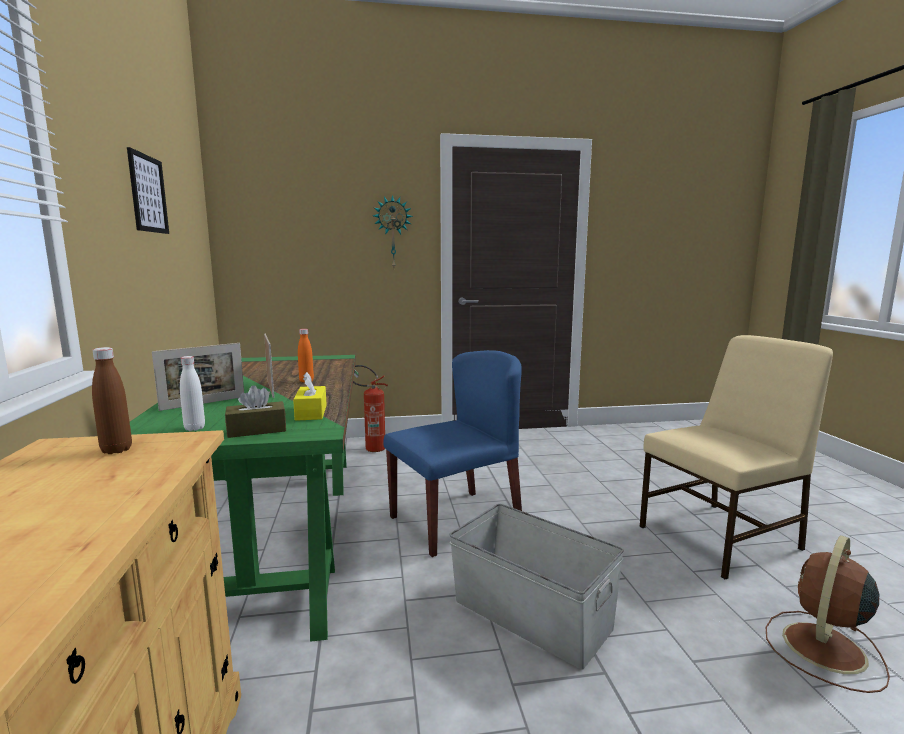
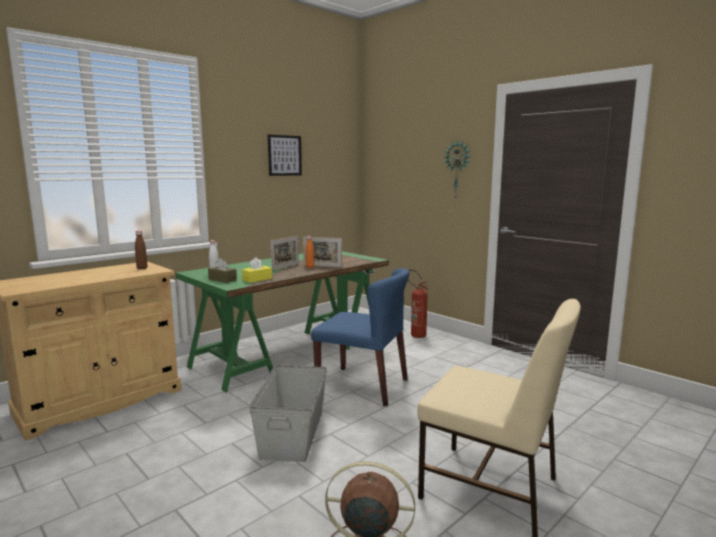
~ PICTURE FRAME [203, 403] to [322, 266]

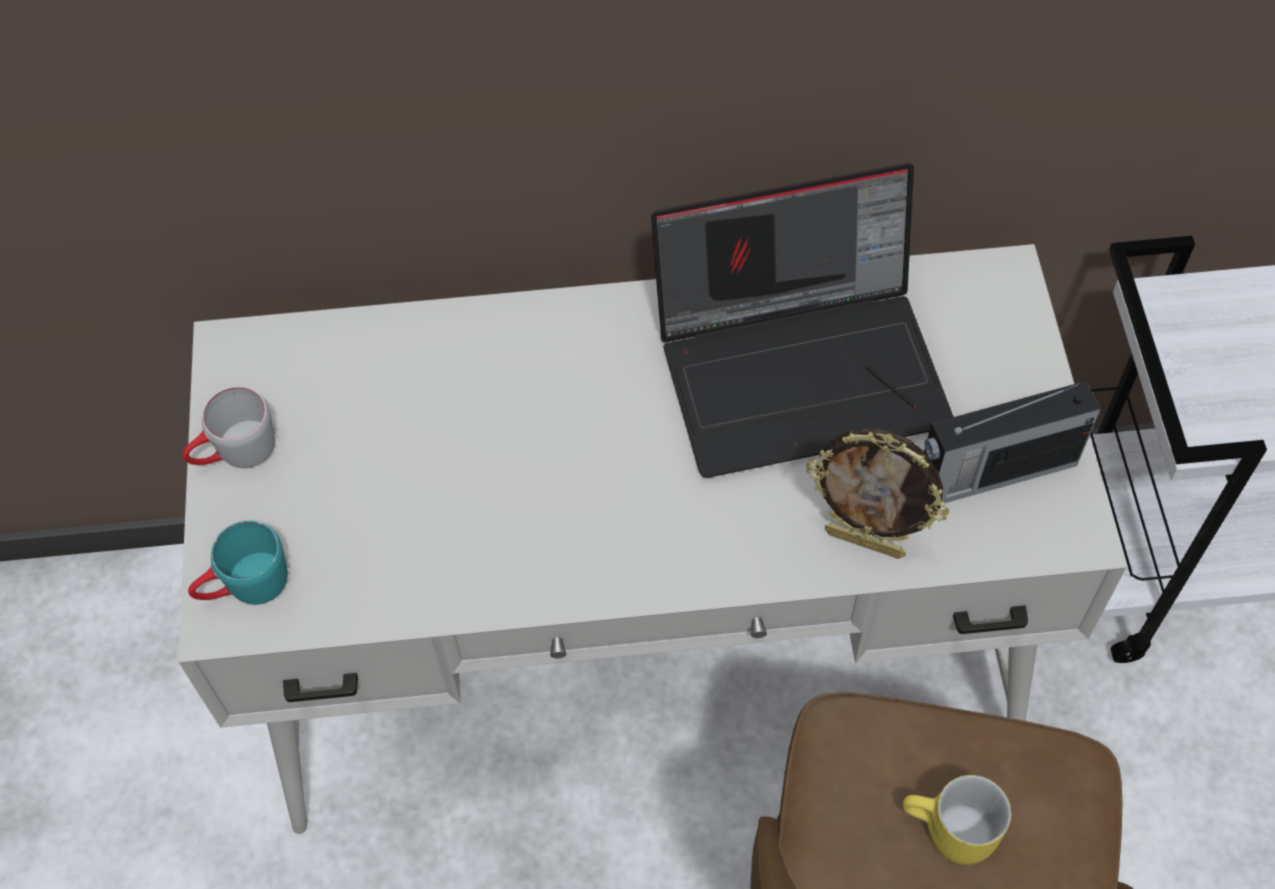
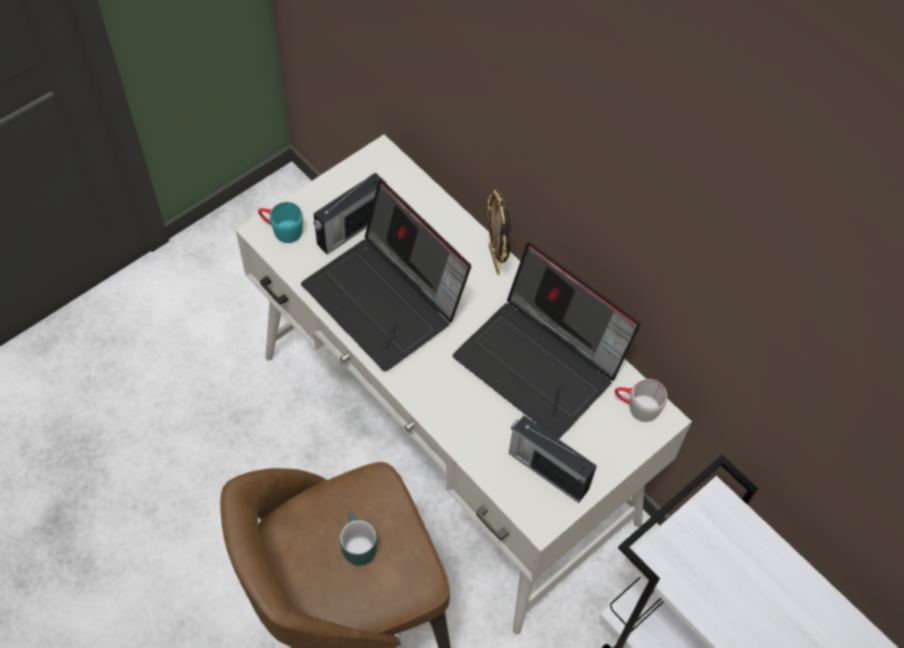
~ GREY COFFEE MUG [235, 453] to [636, 407]
~ PICTURE FRAME [865, 542] to [495, 259]
~ YELLOW COFFEE MUG [949, 835] to TURQUOISE-COLOURED COFFEE MUG [355, 546]
+ LAPTOP [386, 300]
+ RADIO [350, 229]

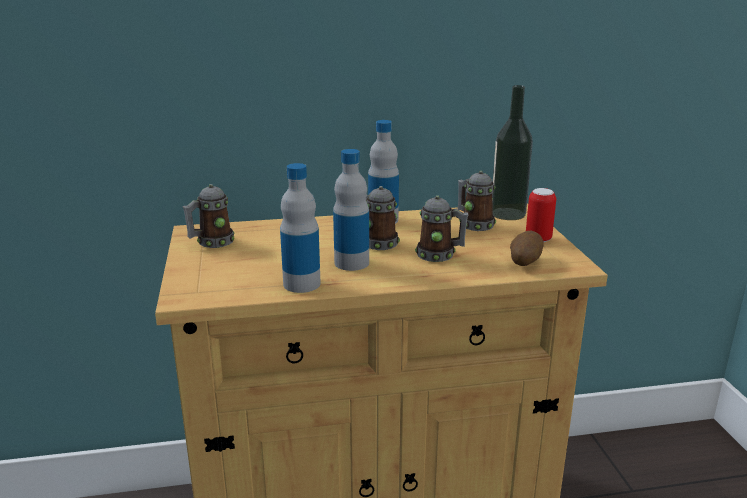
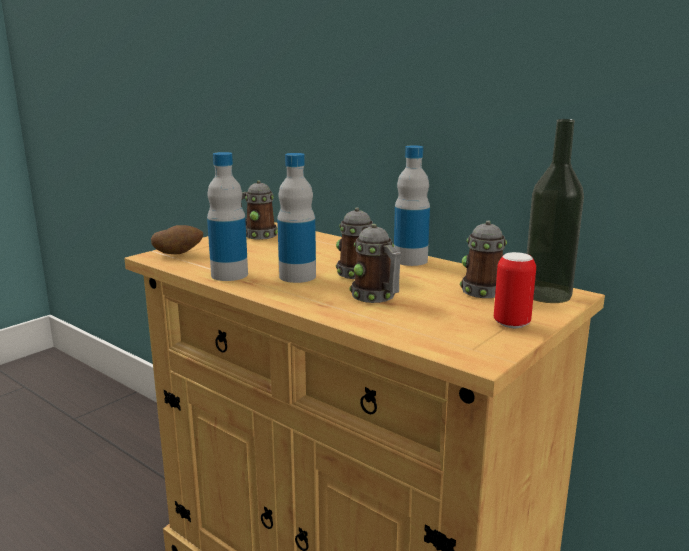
~ POTATO [524, 262] to [178, 254]

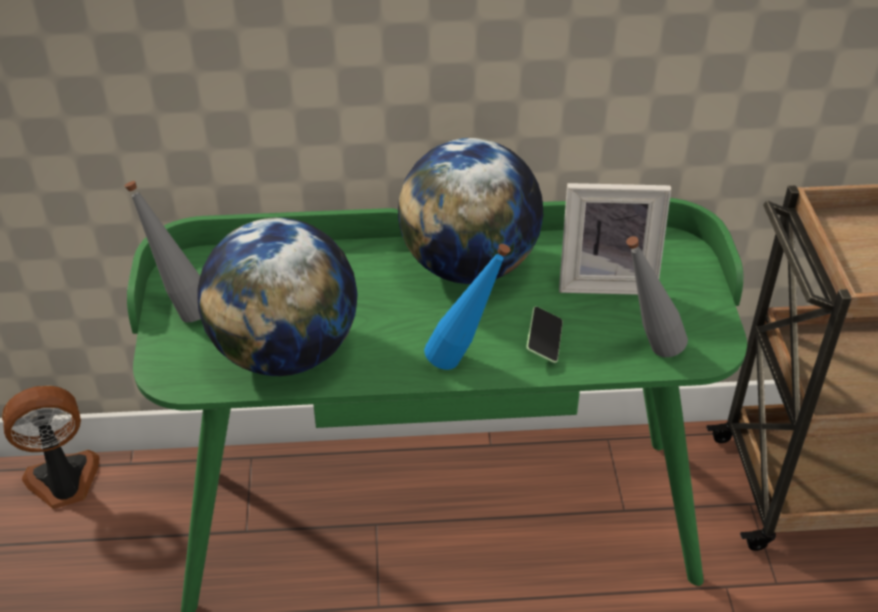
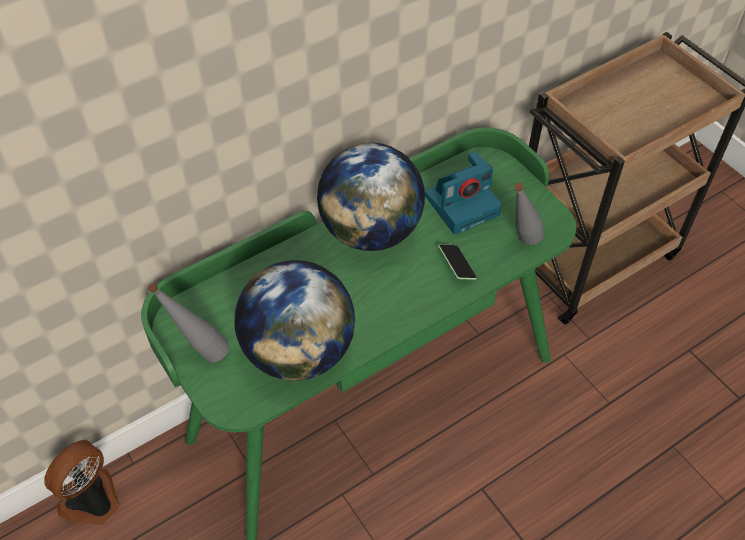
- BLUISH BEVERAGE BOTTLE [464, 361]
~ PICTURE FRAME [606, 280] to STILL CAMERA [462, 204]

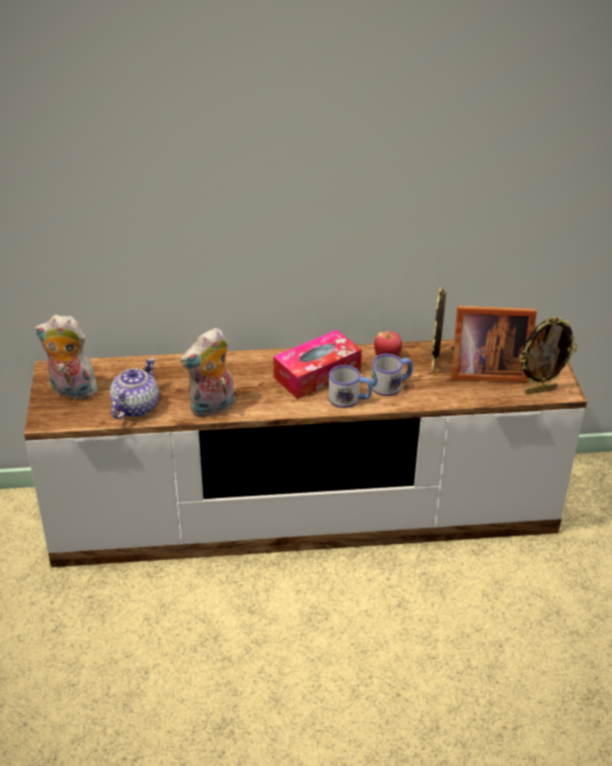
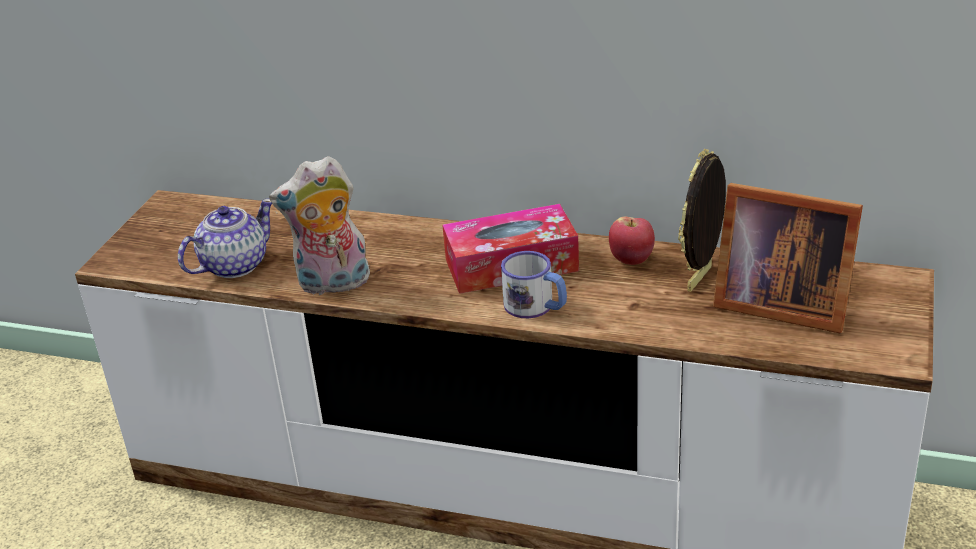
- SOFT TOY [71, 391]
- COFFEE MUG [391, 385]
- PICTURE FRAME [540, 390]

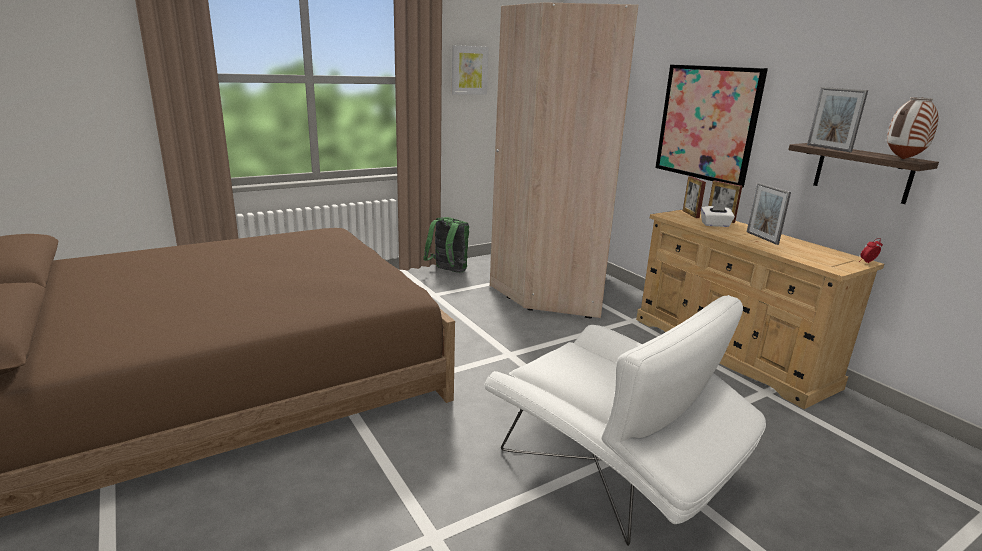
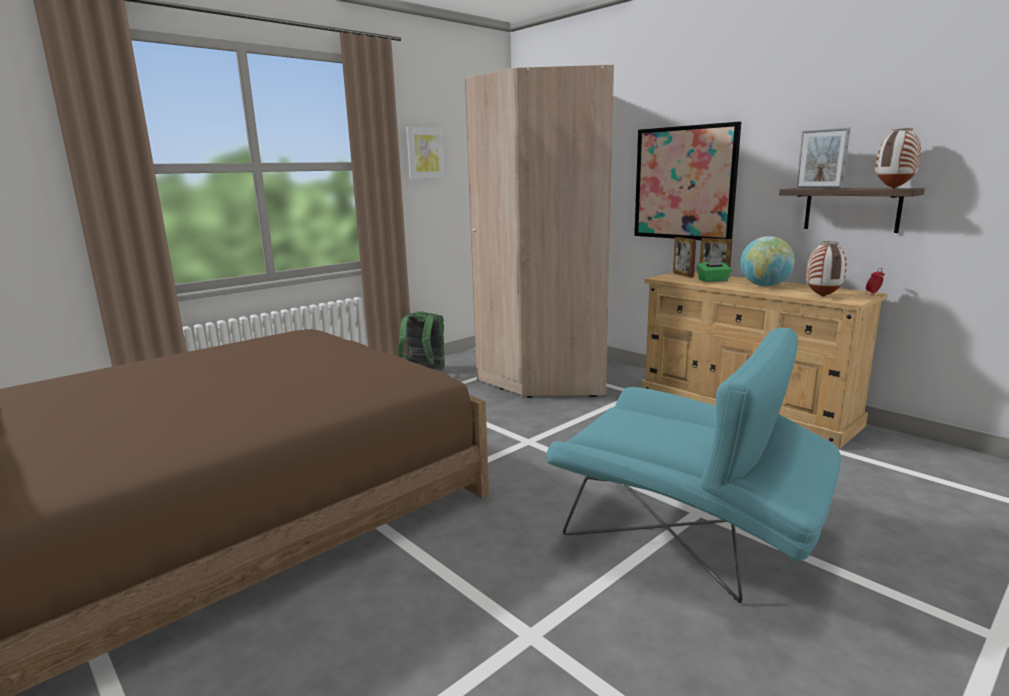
~ WHITISH EASY CHAIR [614, 470] to TURQUOISE-COLOURED EASY CHAIR [690, 534]
~ WHITISH BOX OF TISSUES [715, 225] to GREEN BOX OF TISSUES [713, 280]
~ PICTURE FRAME [762, 238] to DESK GLOBE [764, 286]
+ VASE [822, 296]

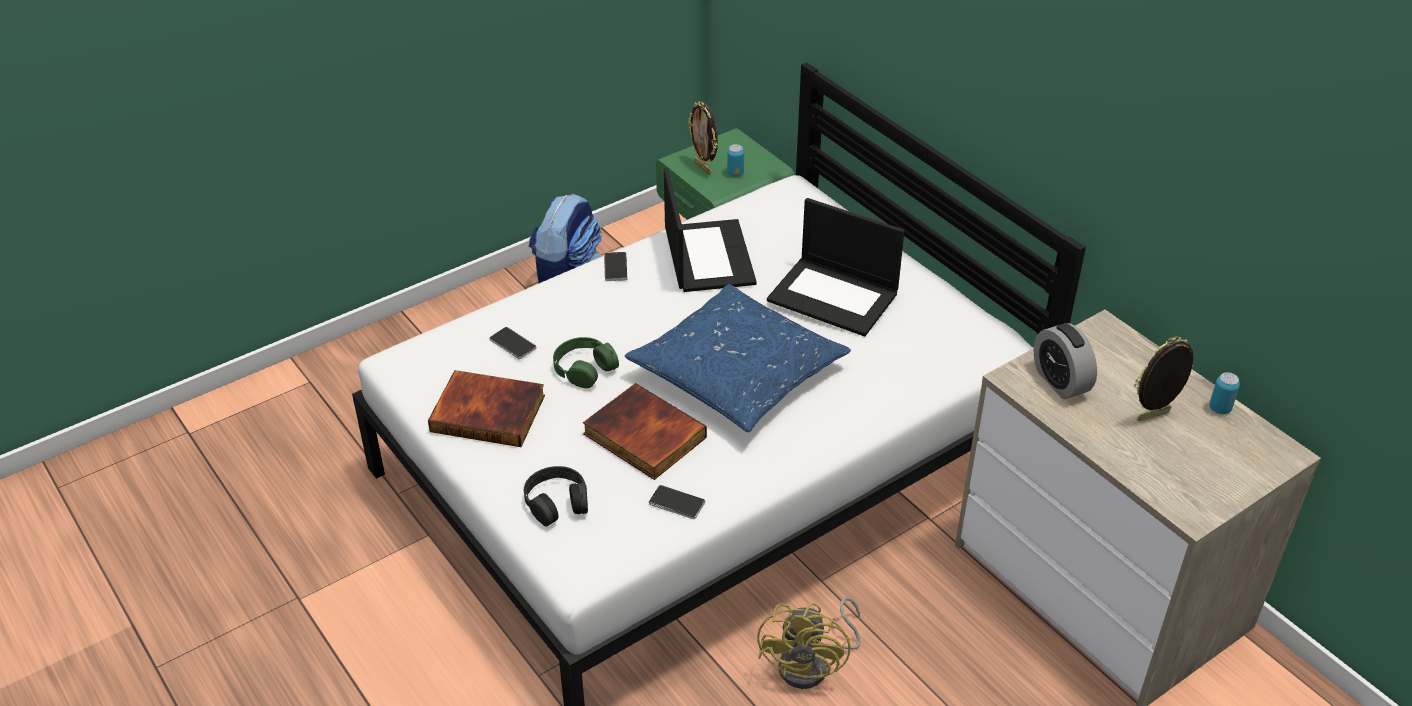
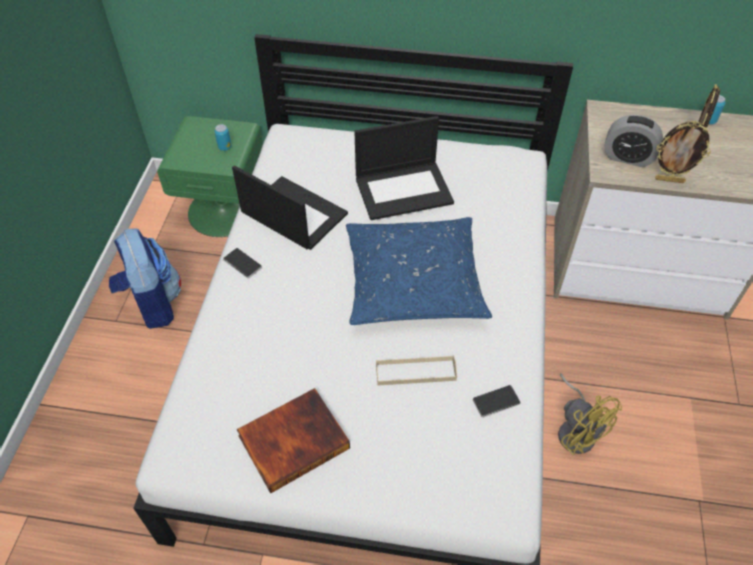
- HANDSET [513, 344]
- BLACK HEADSET [557, 502]
- GREEN HEADSET [584, 368]
~ BOUND BOOK [642, 436] to BEIGE SERVING TRAY [415, 372]
~ PICTURE FRAME [704, 167] to [669, 180]

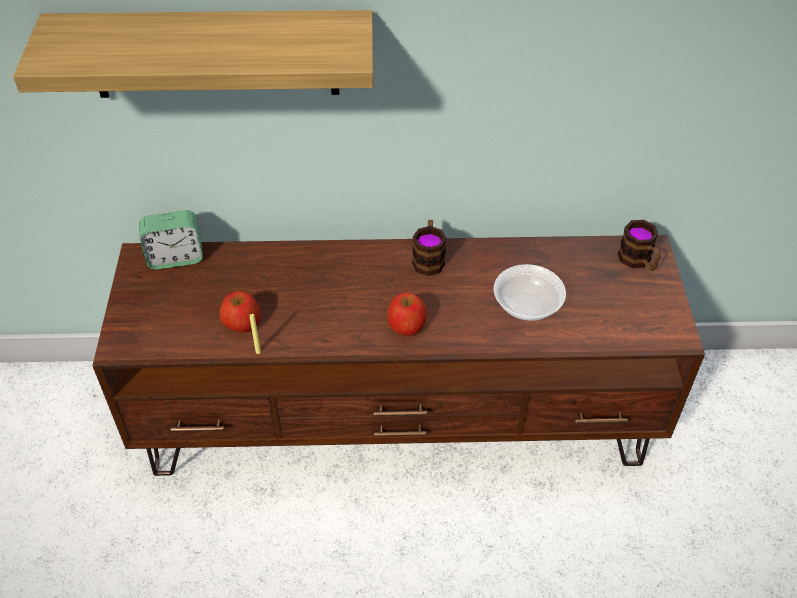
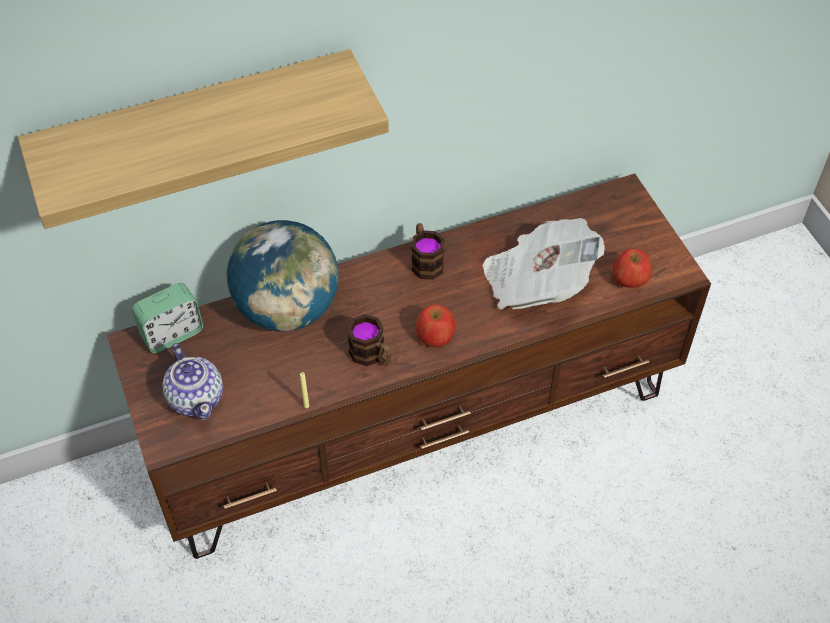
~ APPLE [242, 322] to [629, 278]
~ BOWL [526, 305] to NEWSPAPER [537, 282]
~ COFFEE MUG [638, 261] to [372, 356]
+ TEA POT [196, 397]
+ DESK GLOBE [287, 309]

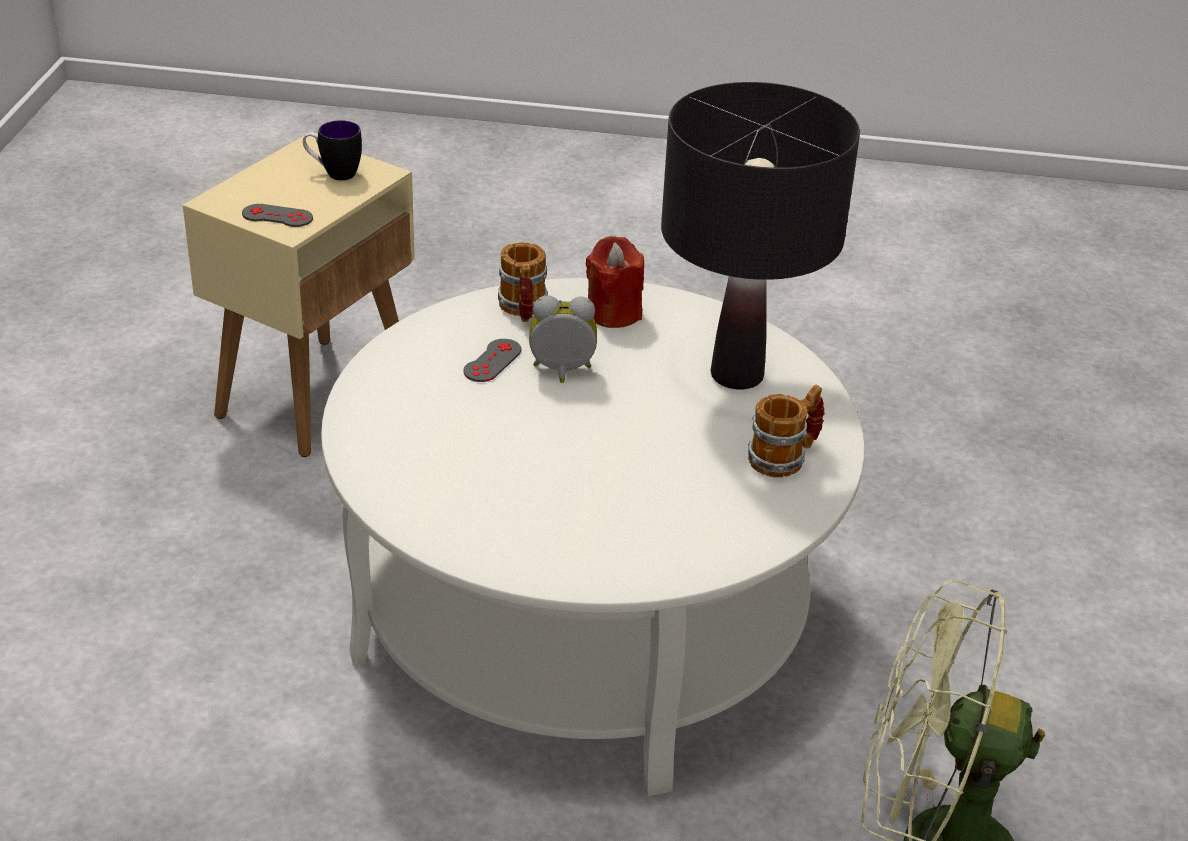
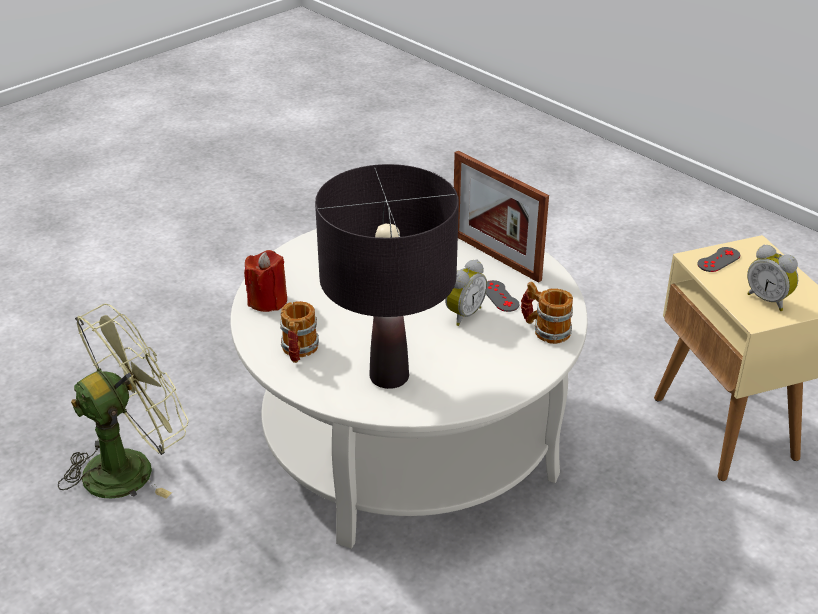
~ COFFEE MUG [333, 173] to ALARM CLOCK [768, 300]
~ RED-COLOURED WAX LIGHT [613, 313] to [268, 301]
+ PICTURE FRAME [495, 257]

